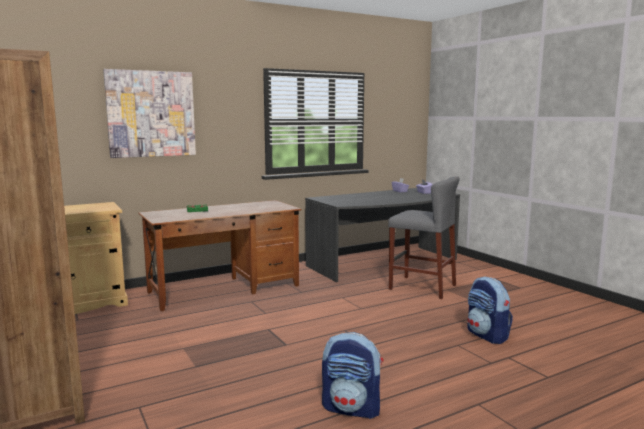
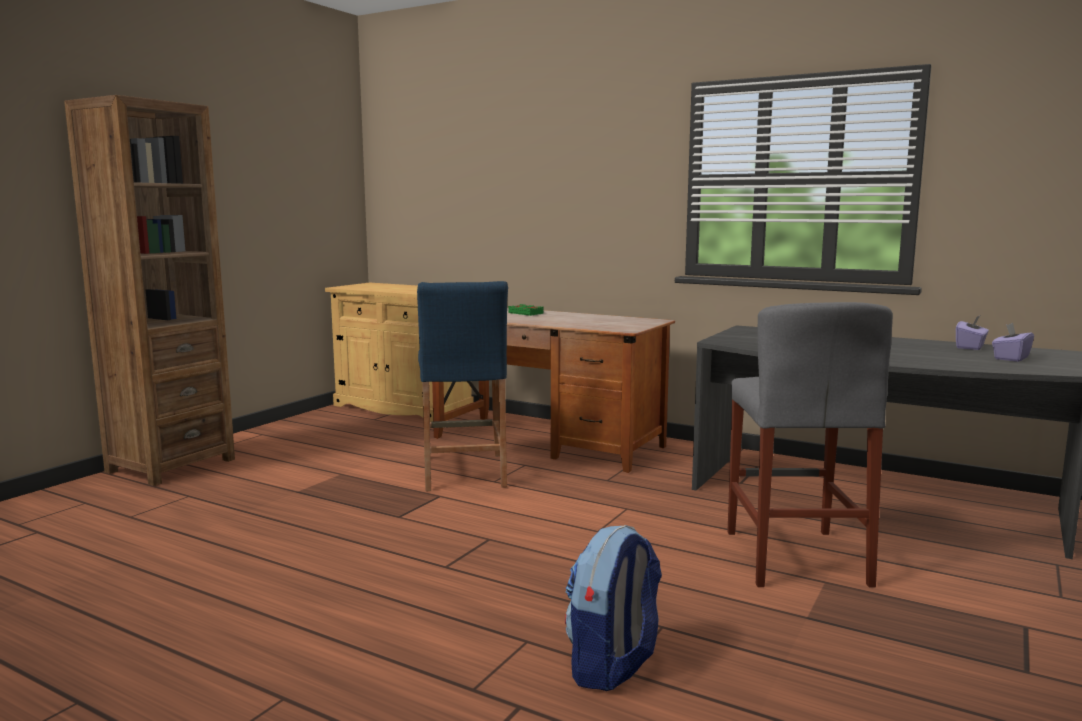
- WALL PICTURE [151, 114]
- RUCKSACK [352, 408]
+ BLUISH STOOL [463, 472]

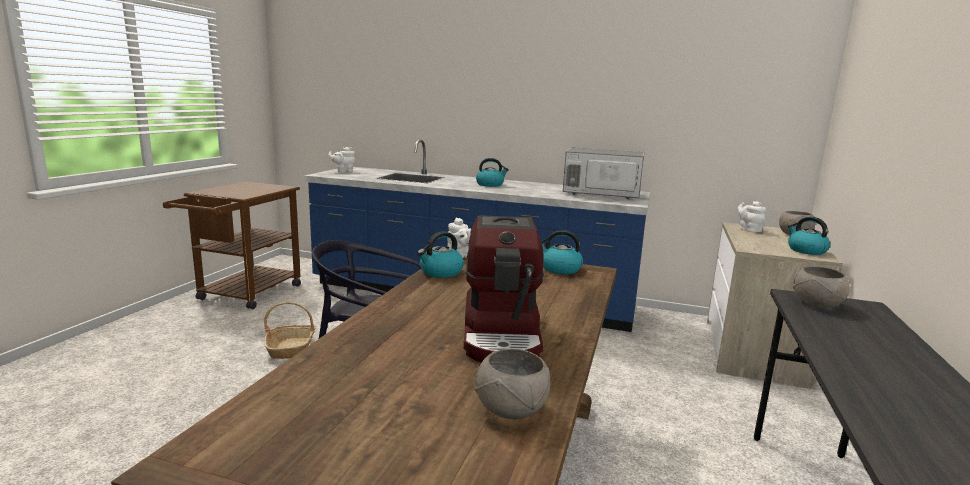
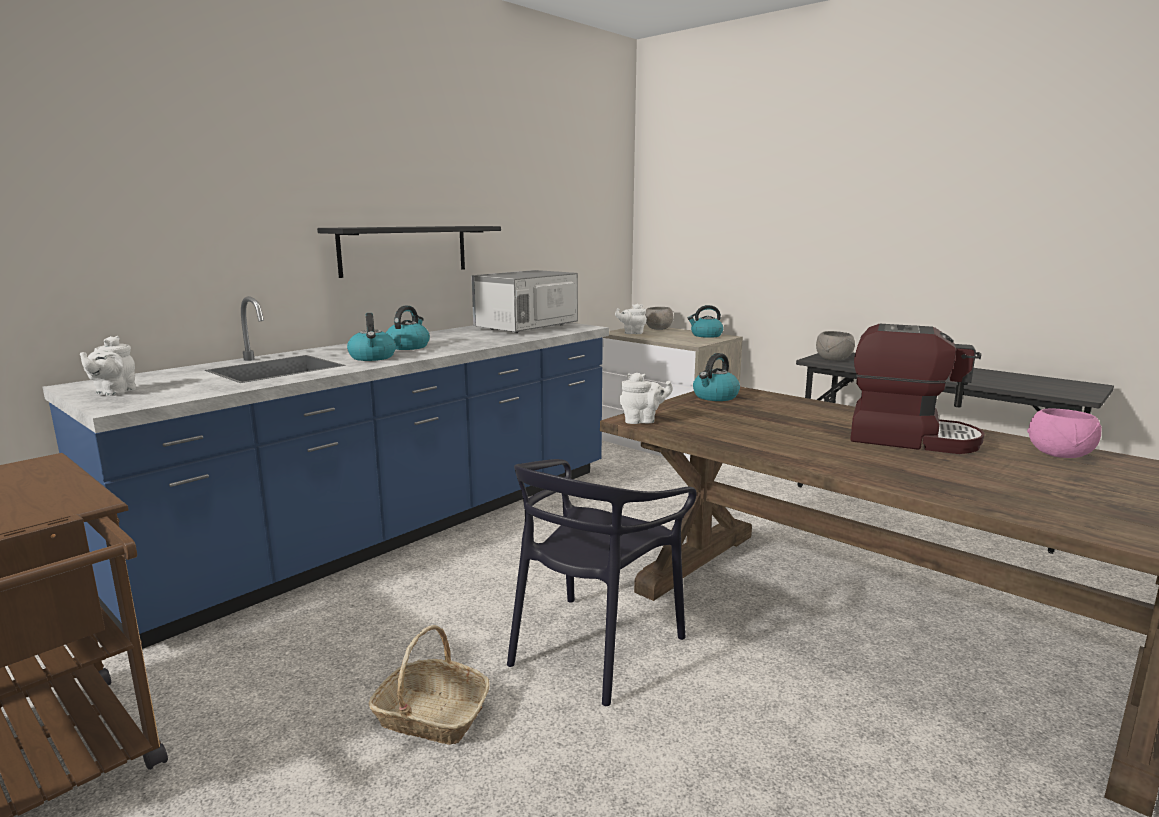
~ TEA KETTLE [440, 272] to [372, 357]
~ GREY BOWL [510, 410] to PINK-COLOURED BOWL [1061, 455]
+ BLACK BRACKET SHELF [404, 250]

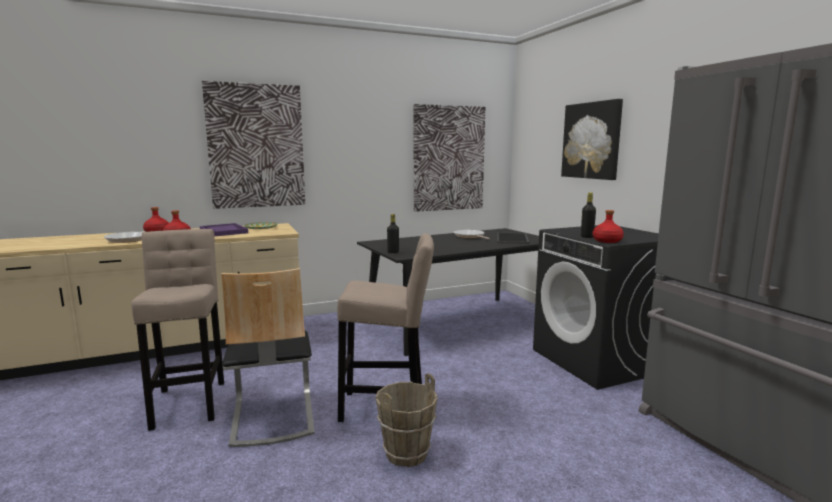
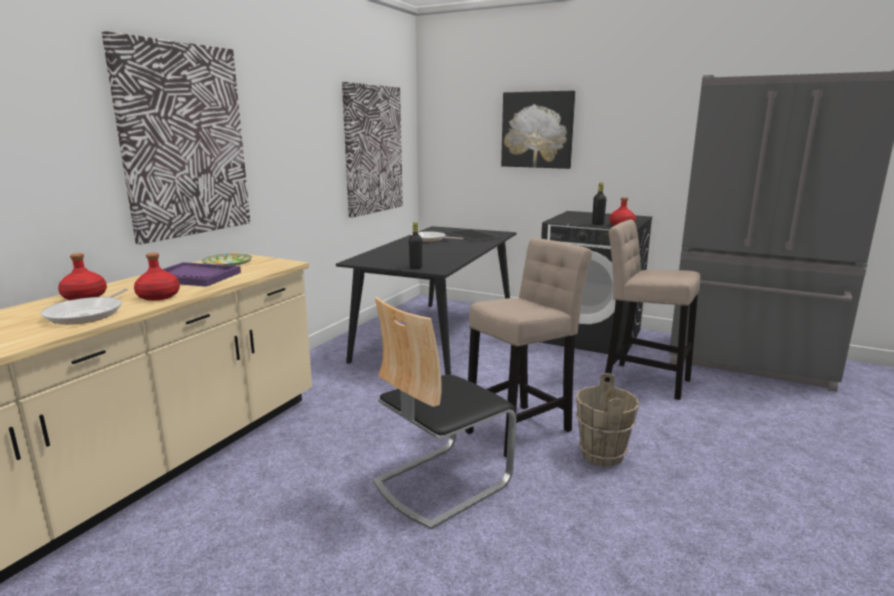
~ BEIGE STOOL [189, 401] to [641, 380]
~ CHAIR [272, 416] = [441, 482] 105 degrees clockwise

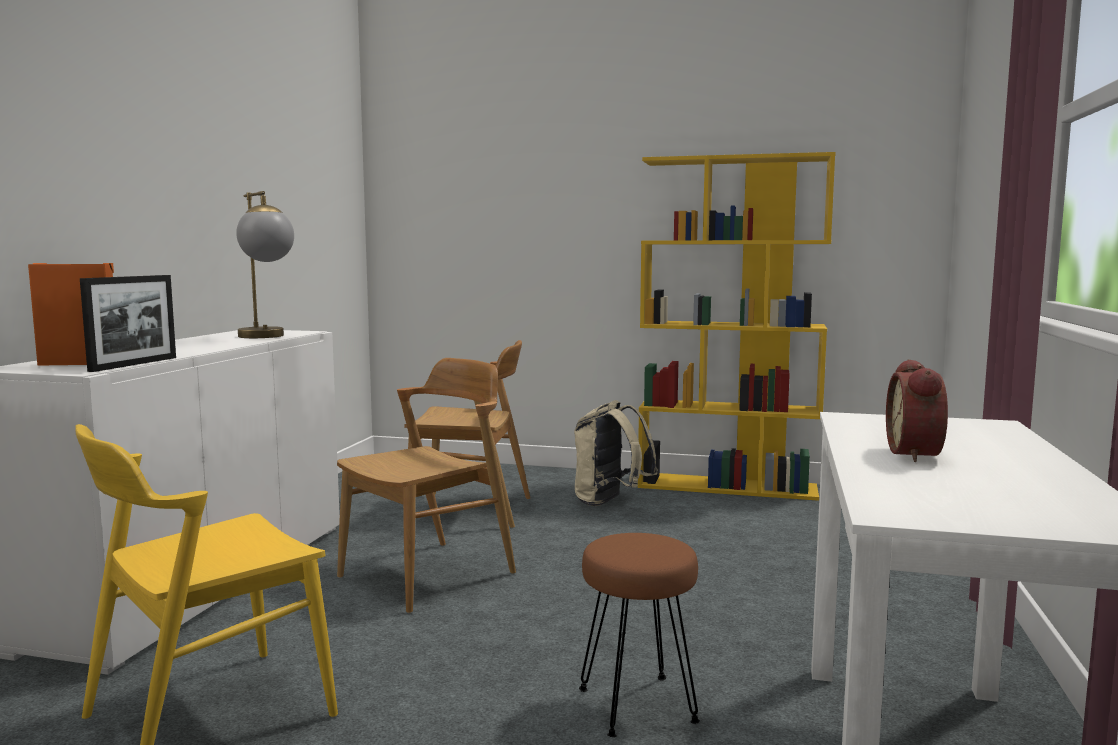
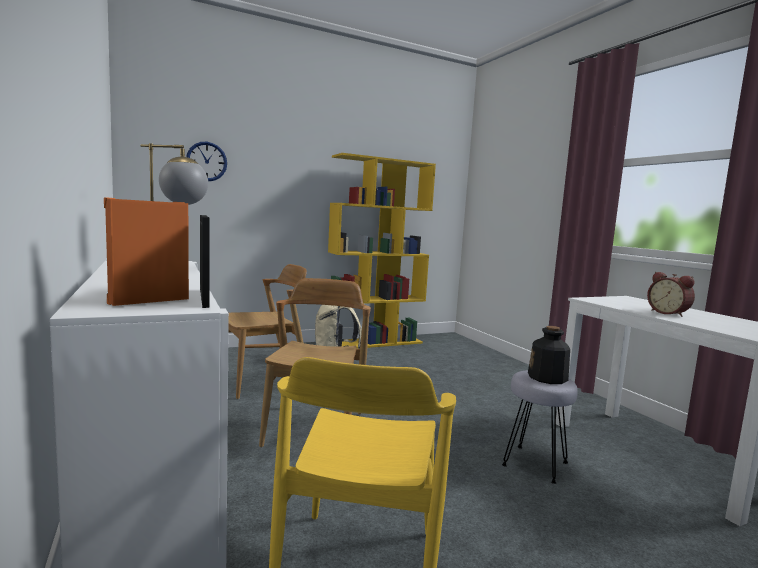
~ BROWN-COLOURED STOOL [637, 704] to GREY STOOL [534, 463]
+ CLOCK ON THE WALL [206, 161]
+ BEVERAGE BOTTLE [547, 378]

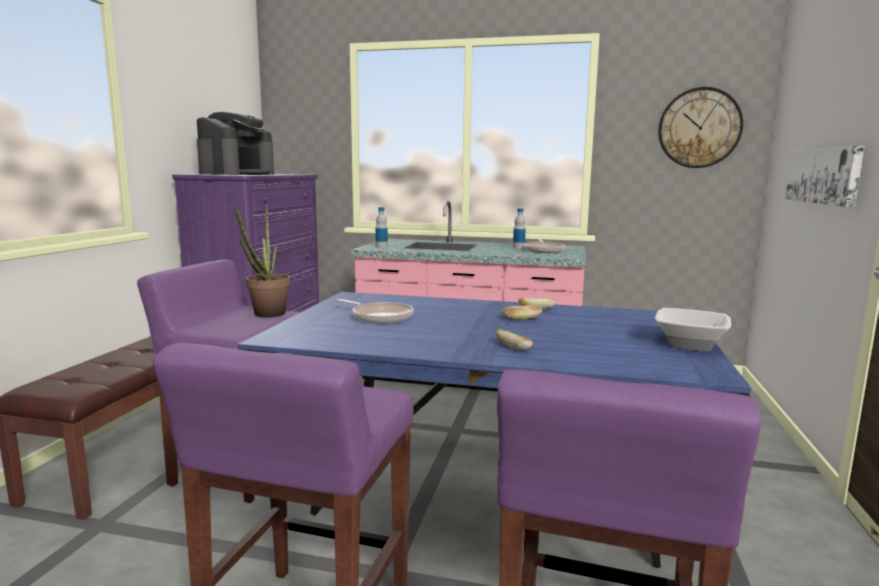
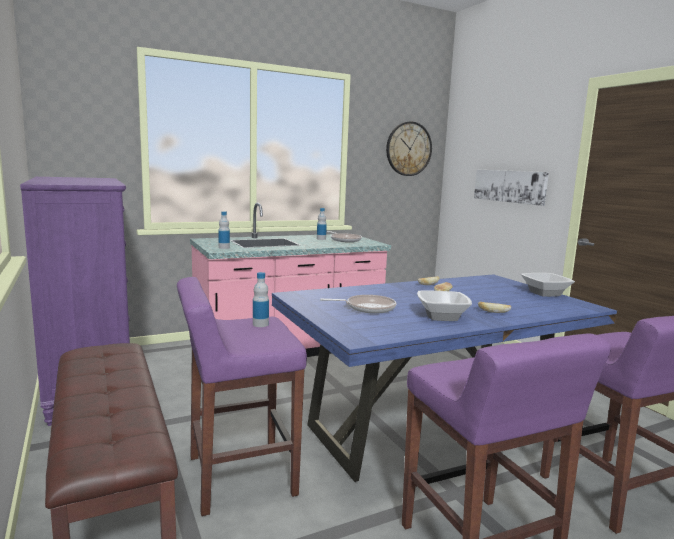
- COFFEE MAKER [237, 174]
~ PLANT IN A POT [266, 315] to BEVERAGE BOTTLE [260, 324]
+ BOWL [441, 316]

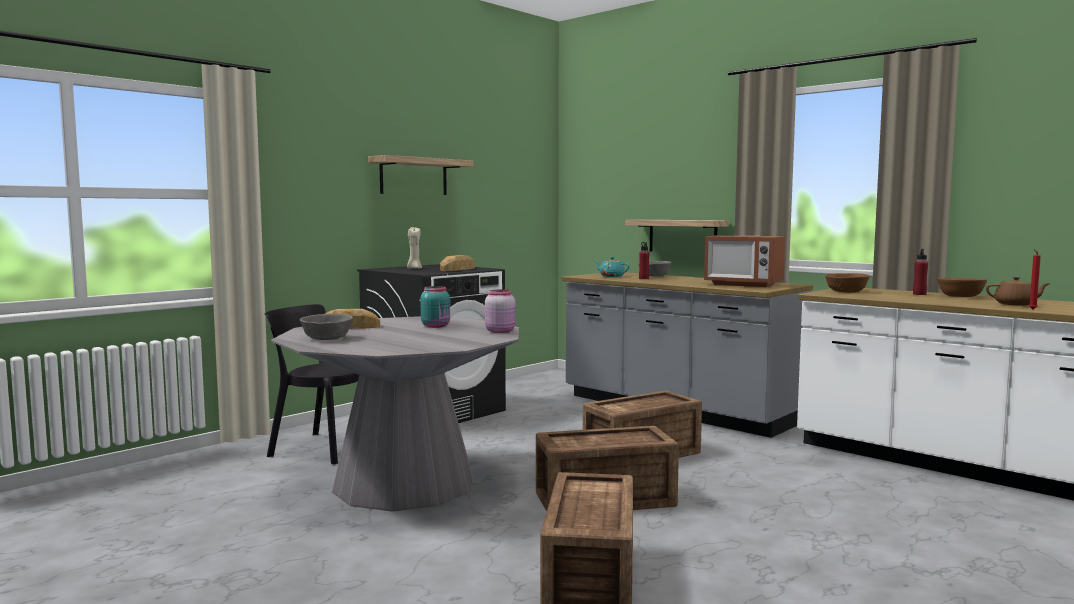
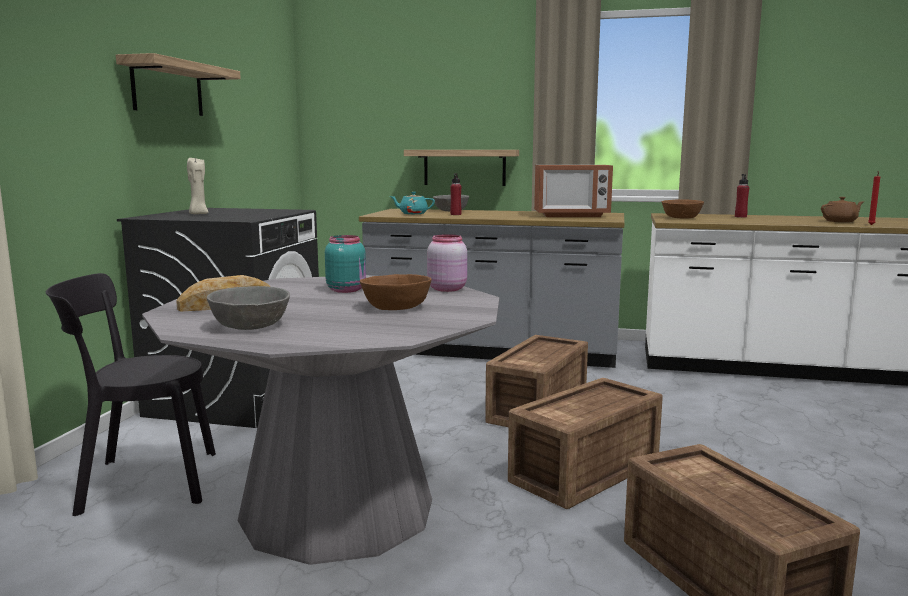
- BAKED BREAD [458, 269]
~ BROWN-COLOURED BOWL [960, 296] to [395, 307]

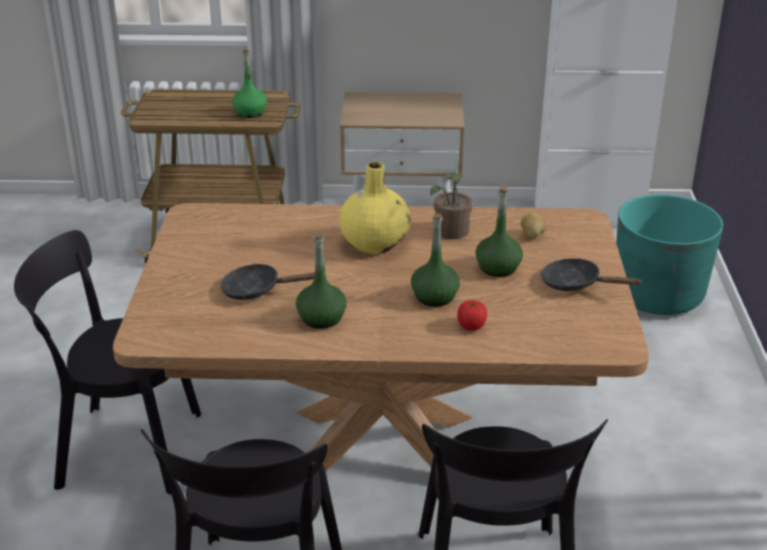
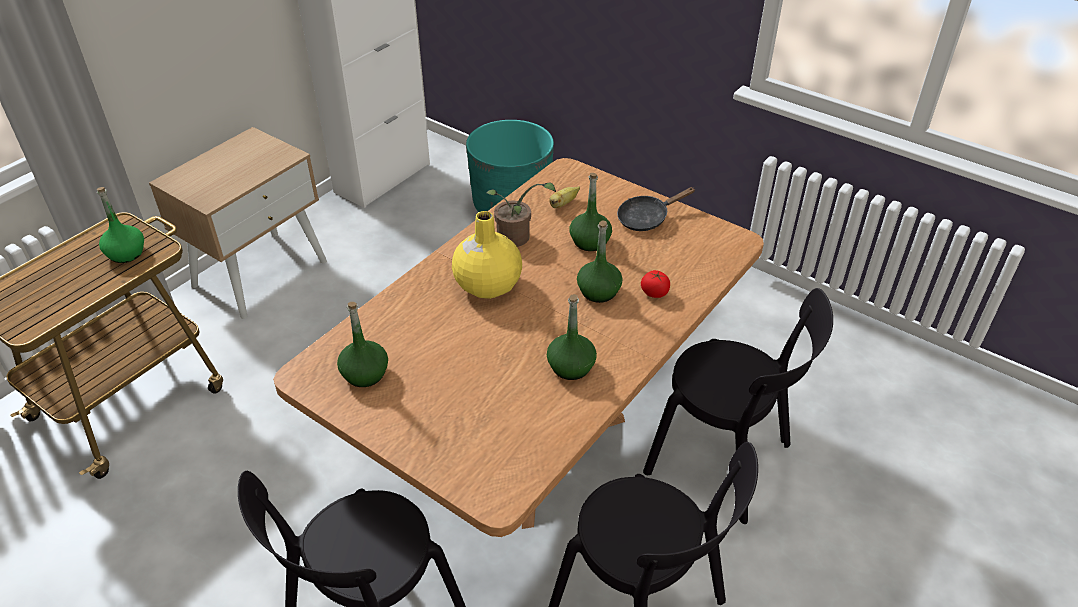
- BLACK PAN [257, 290]
~ POTATO [532, 236] to BANANA FRUIT [563, 204]
+ GREEN BEVERAGE BOTTLE [365, 374]

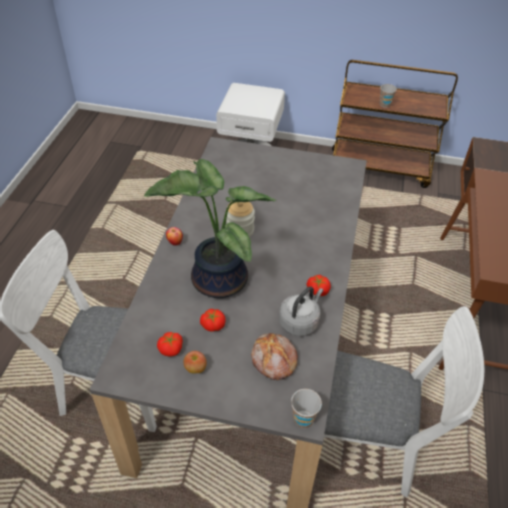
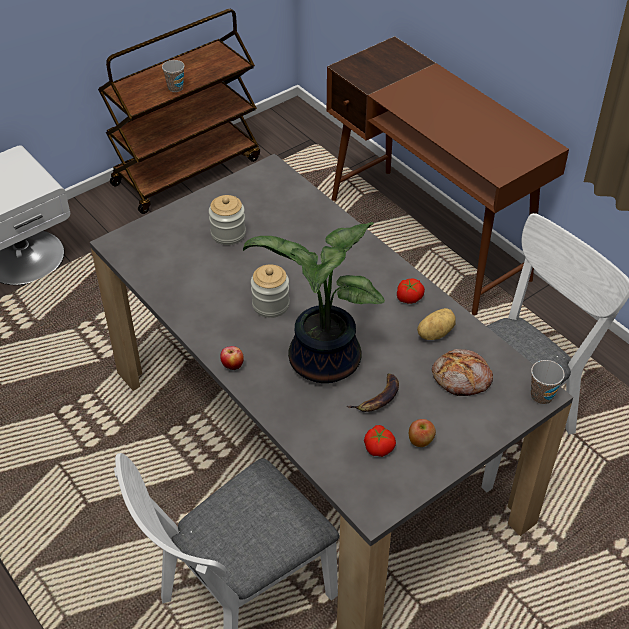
~ WHOLE TOMATO [213, 324] to BANANA FRUIT [378, 398]
~ GREY TEA KETTLE [300, 321] to POTATO [434, 333]
+ STORAGE JAR [228, 234]

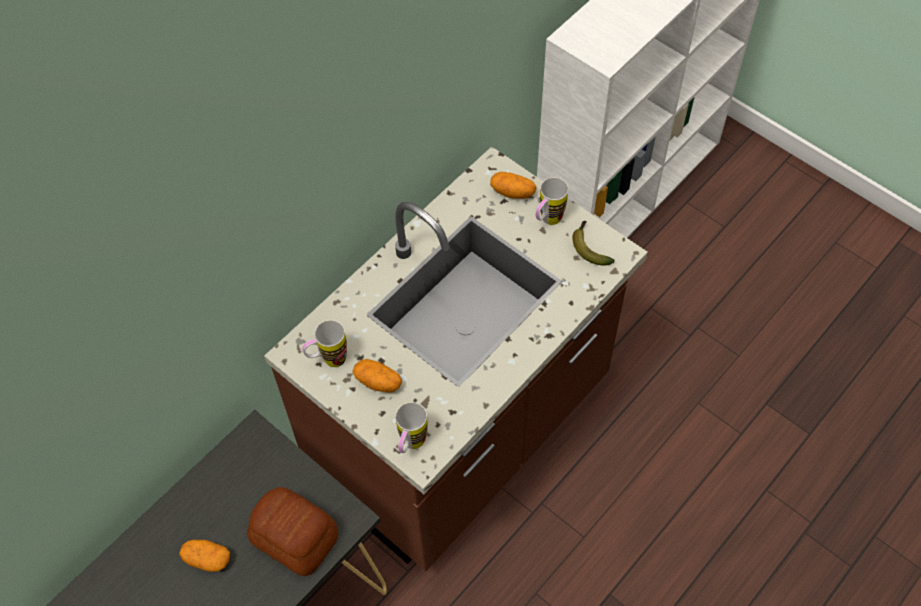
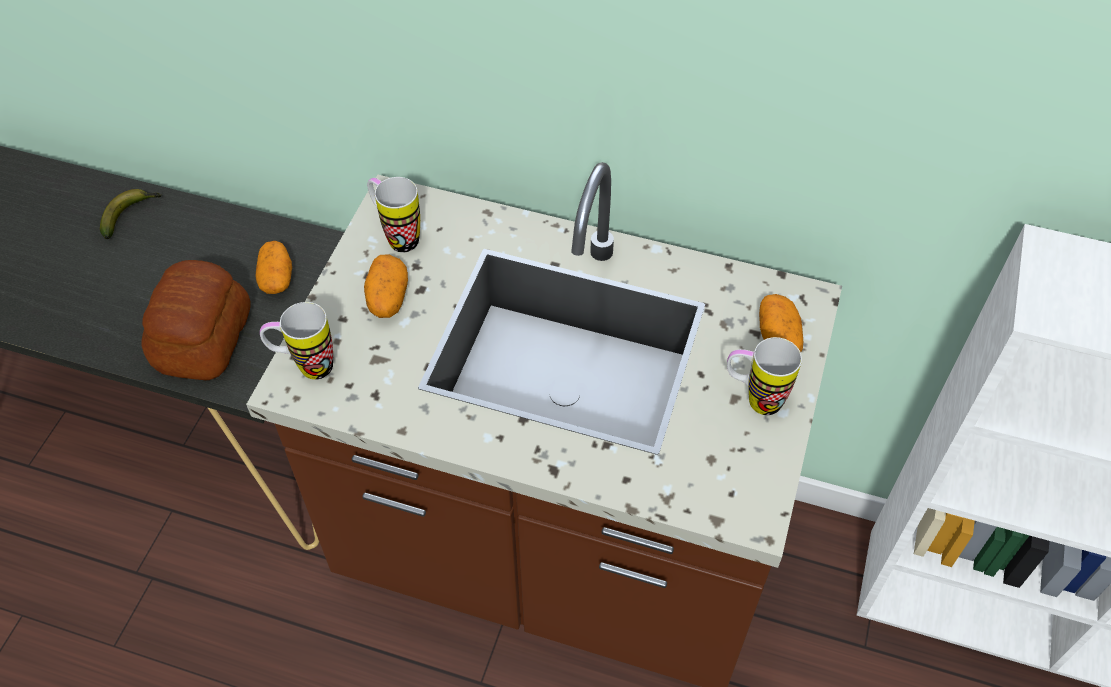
~ POTATO [207, 559] to [277, 278]
~ BANANA FRUIT [589, 247] to [131, 215]

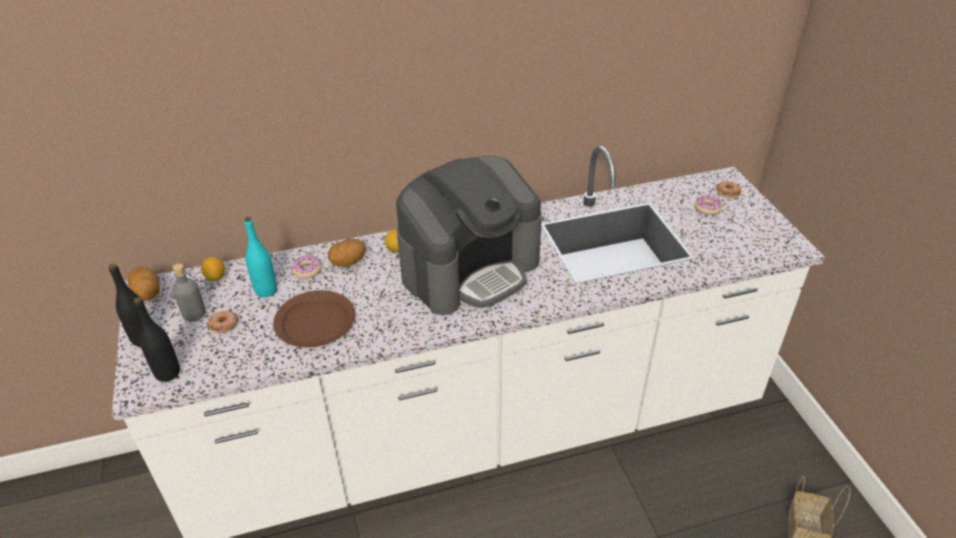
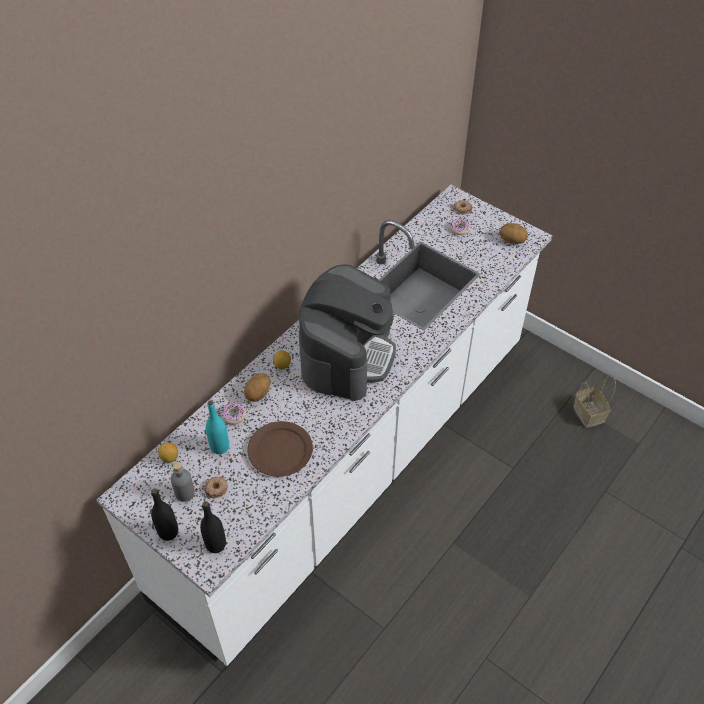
~ POTATO [148, 294] to [512, 240]

